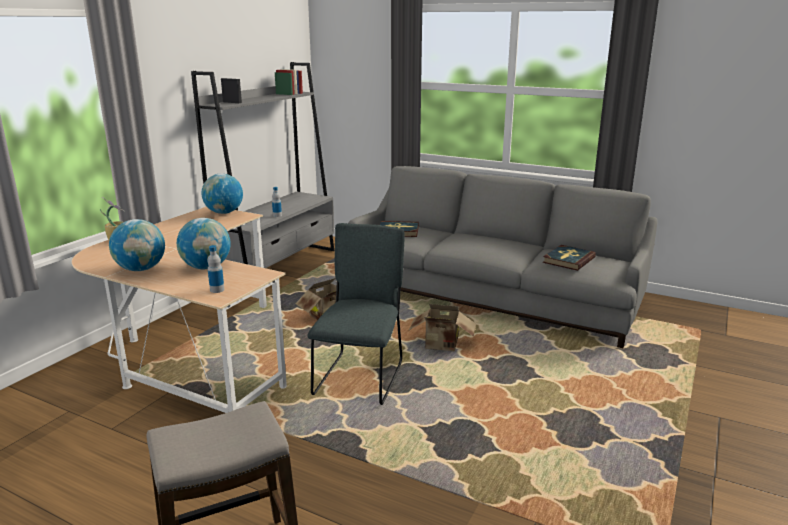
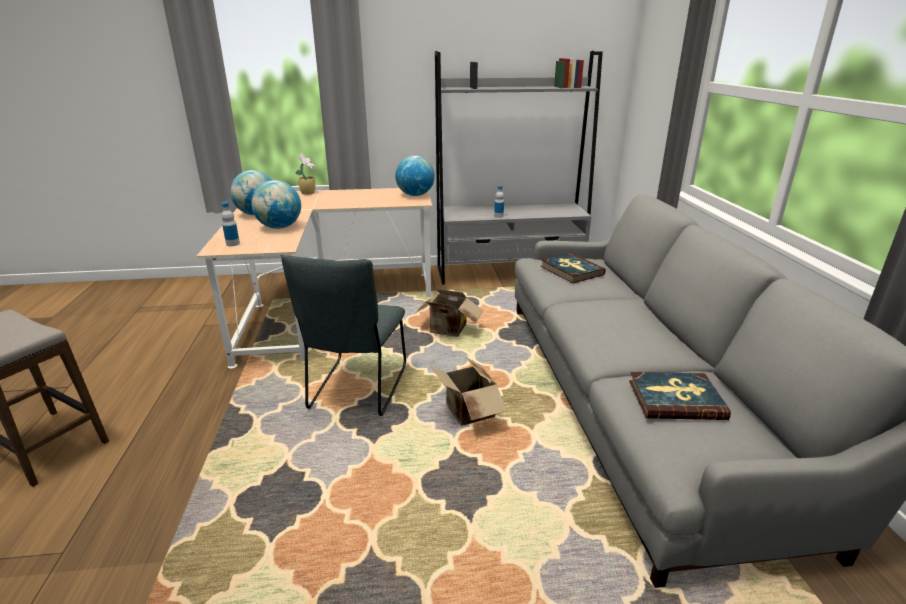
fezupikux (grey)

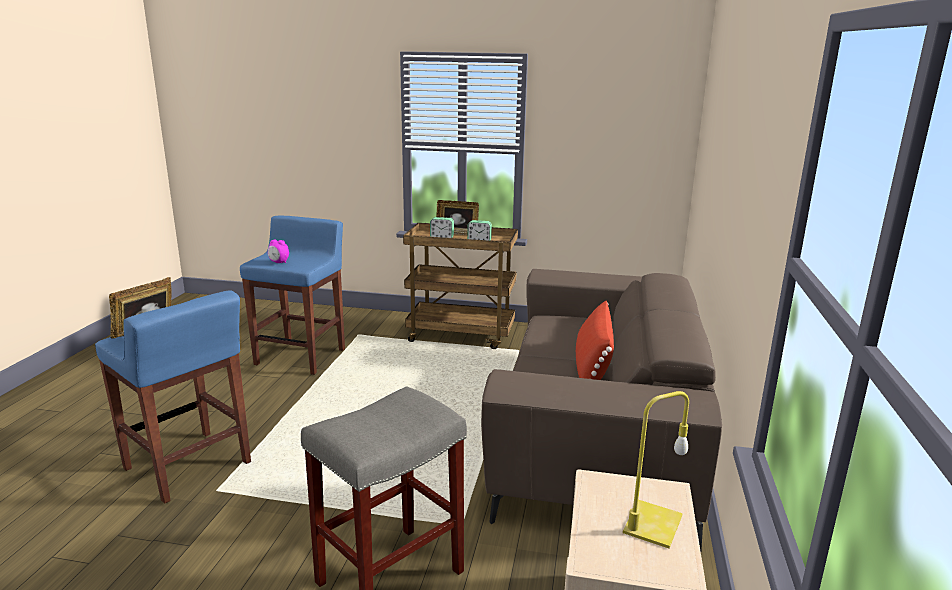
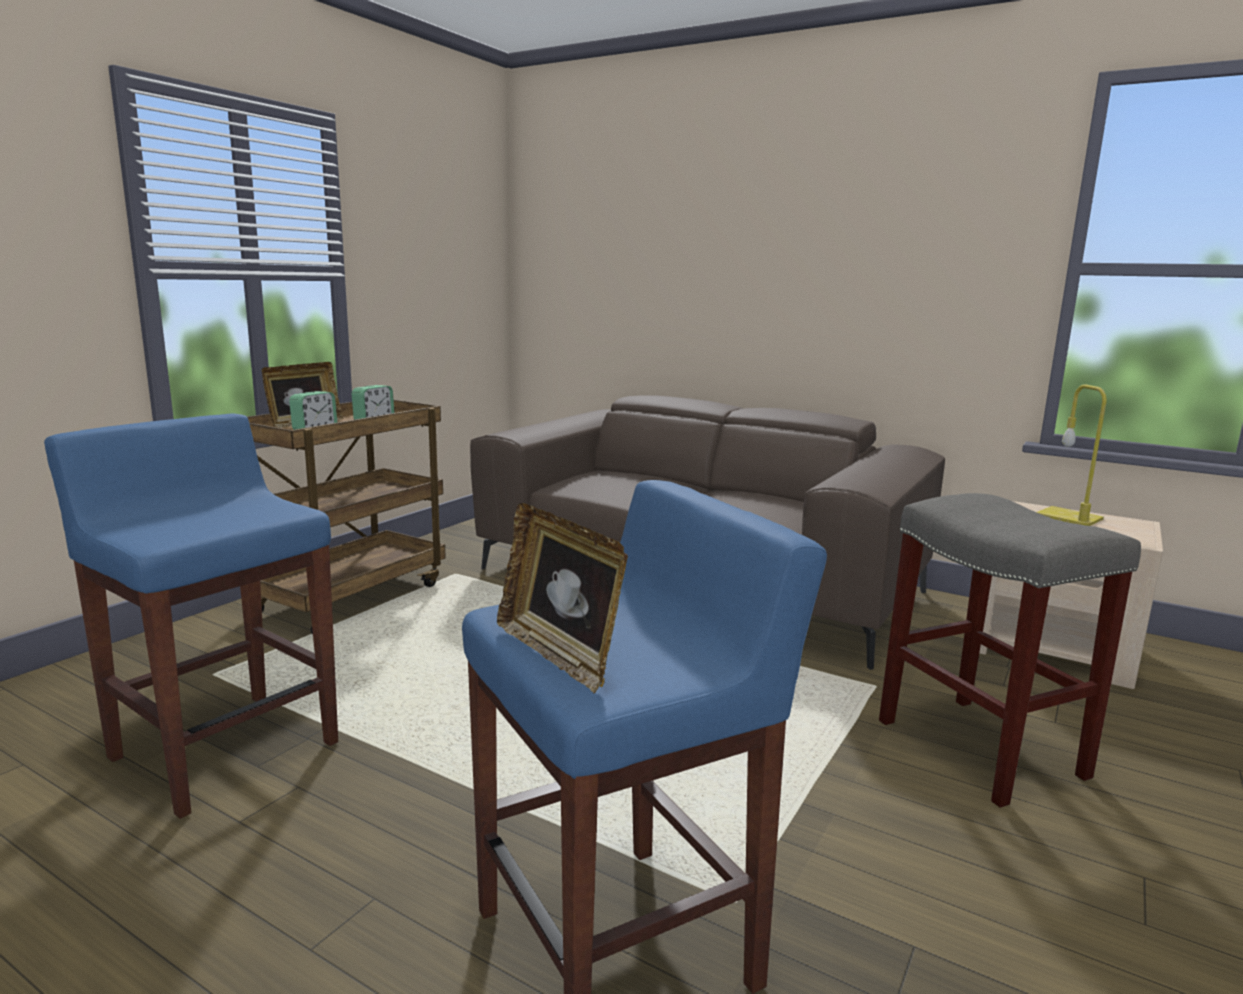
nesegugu (no. 1 from left in the first image); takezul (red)

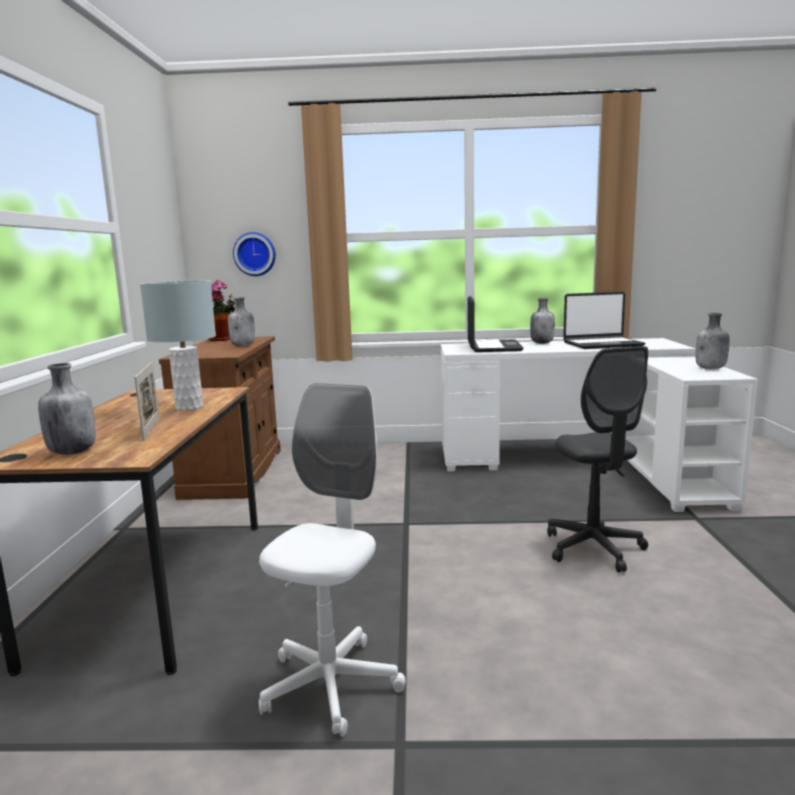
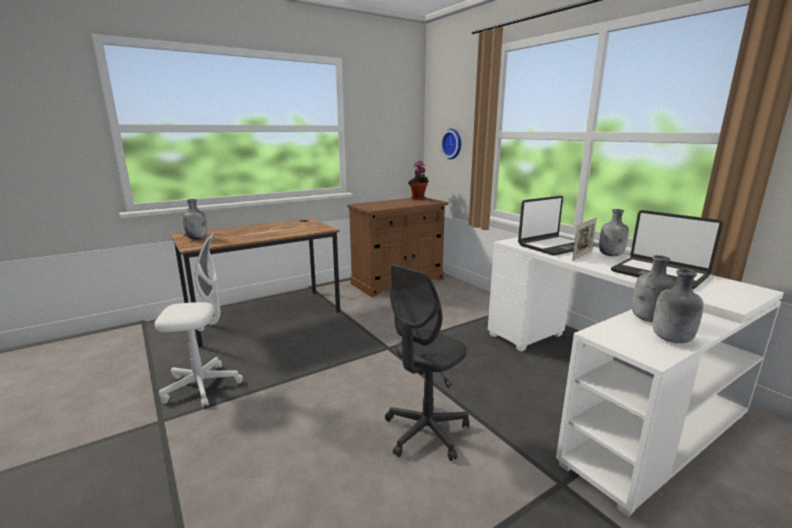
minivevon; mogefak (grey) (no. 3 from left); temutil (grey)

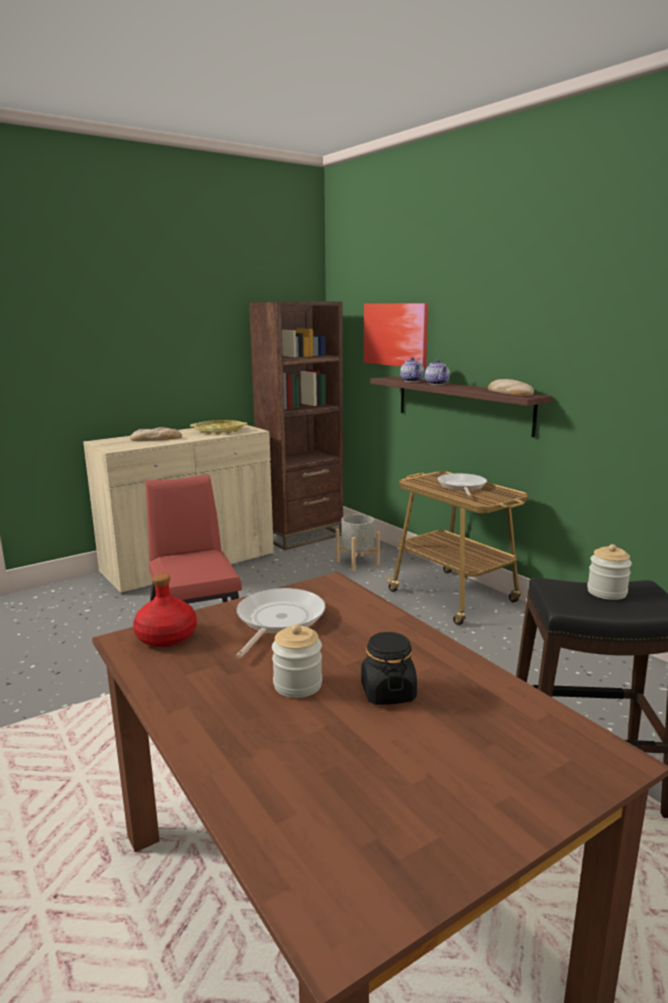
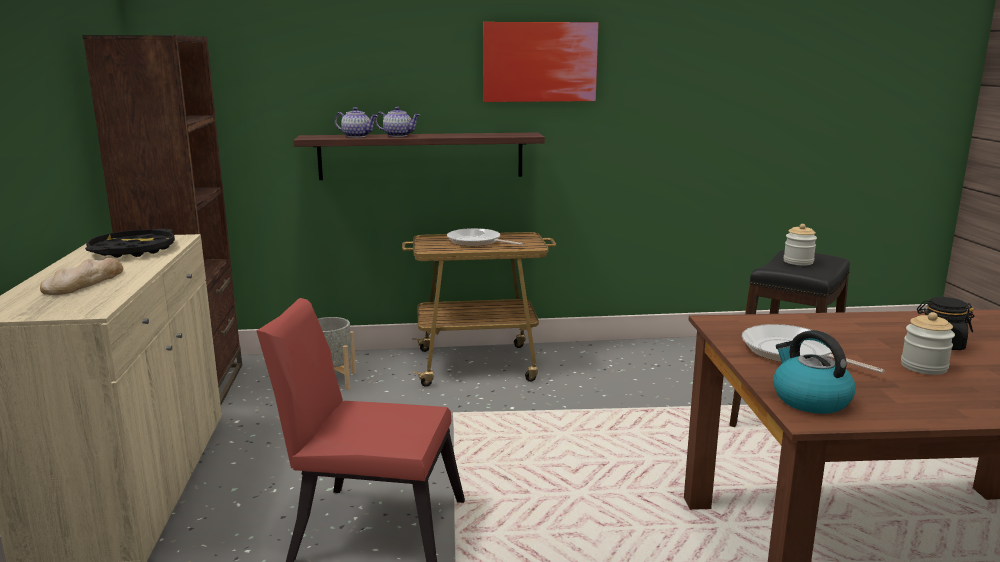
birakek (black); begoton; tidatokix; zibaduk (no. 2 from left in the first image)

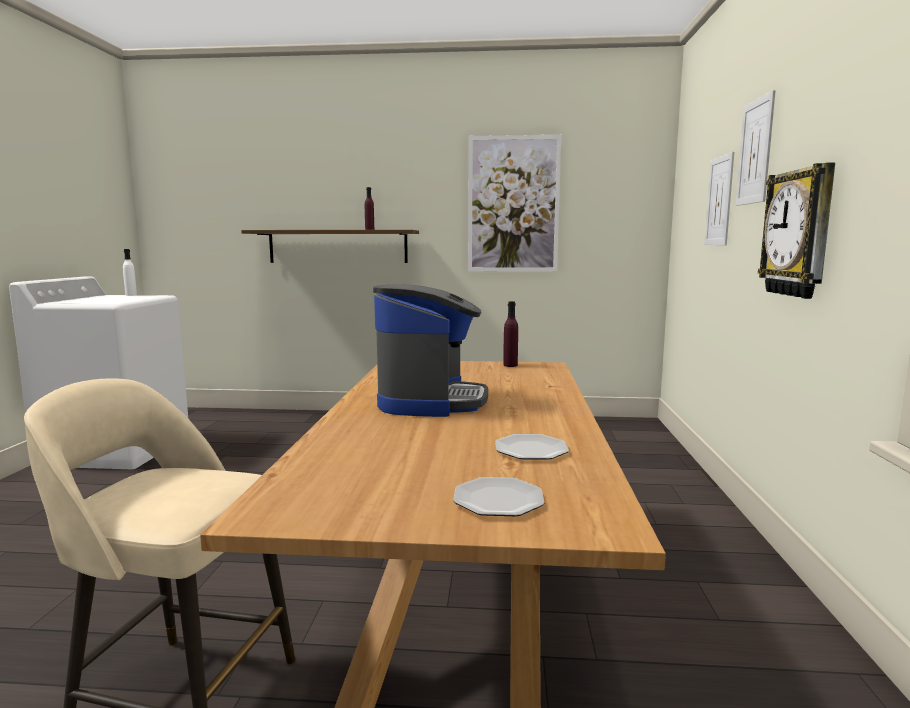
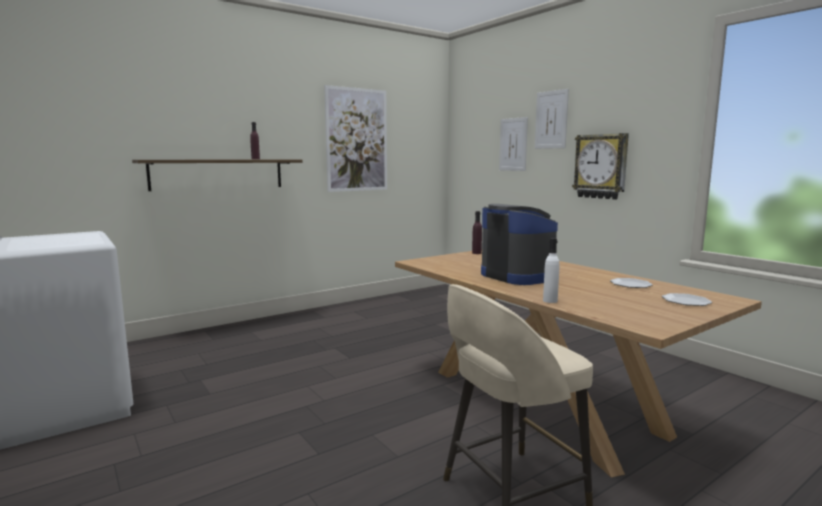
mogefak (white)

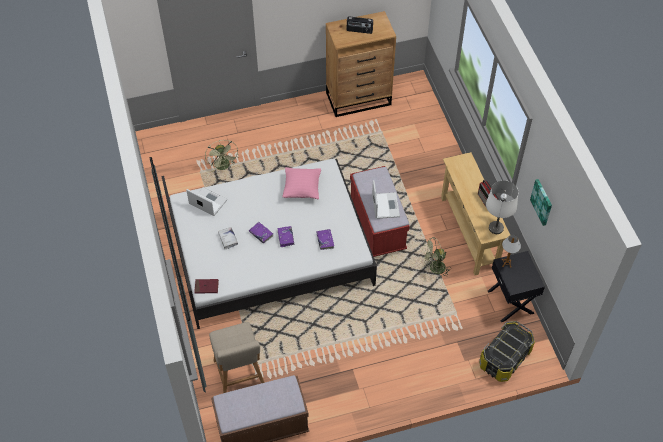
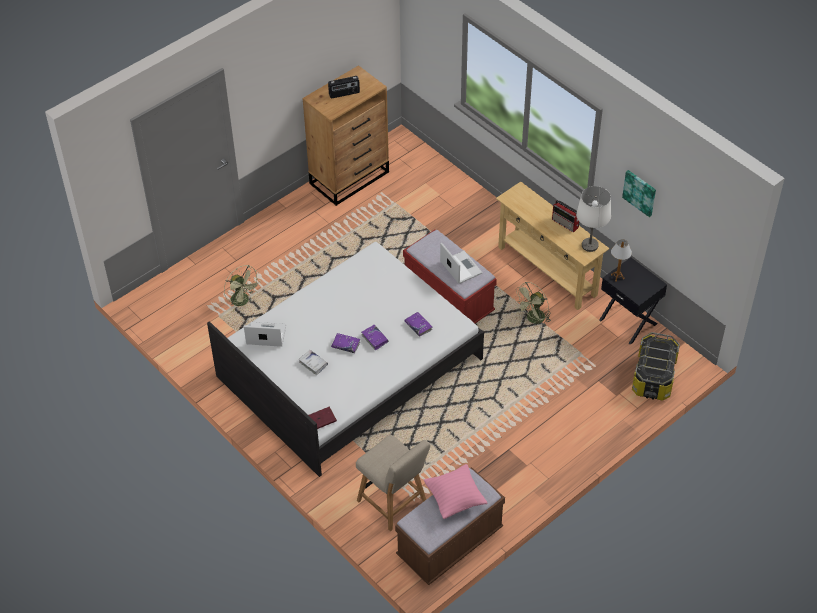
takezul (pink)

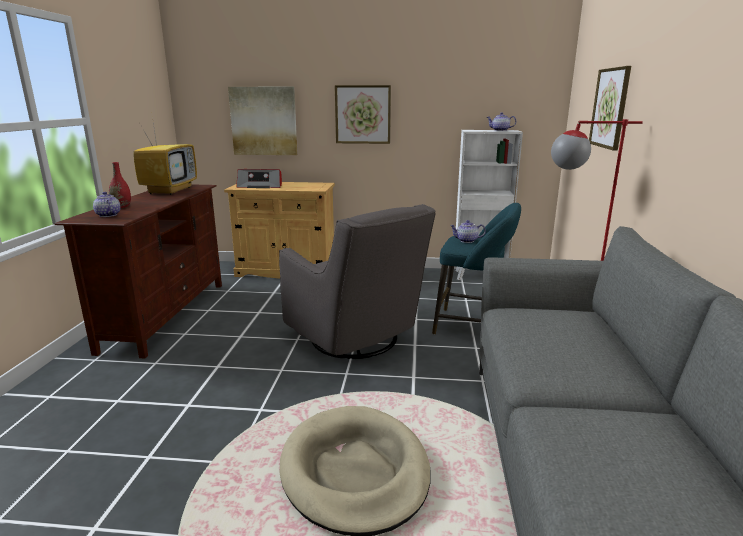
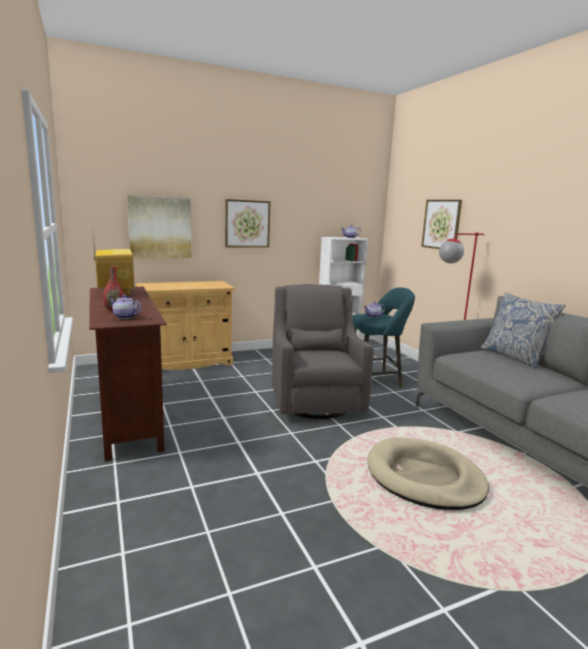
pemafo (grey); takezul; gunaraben

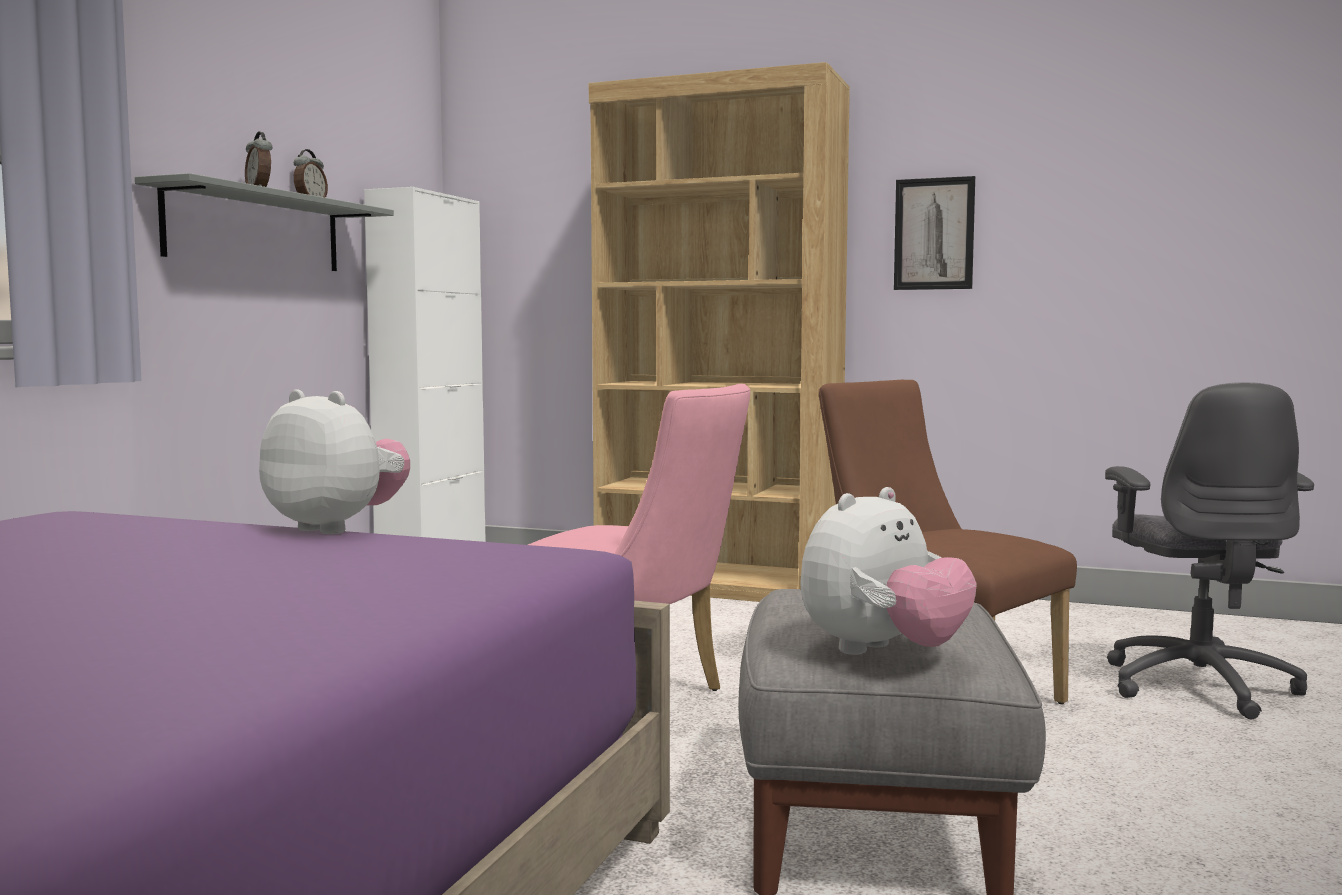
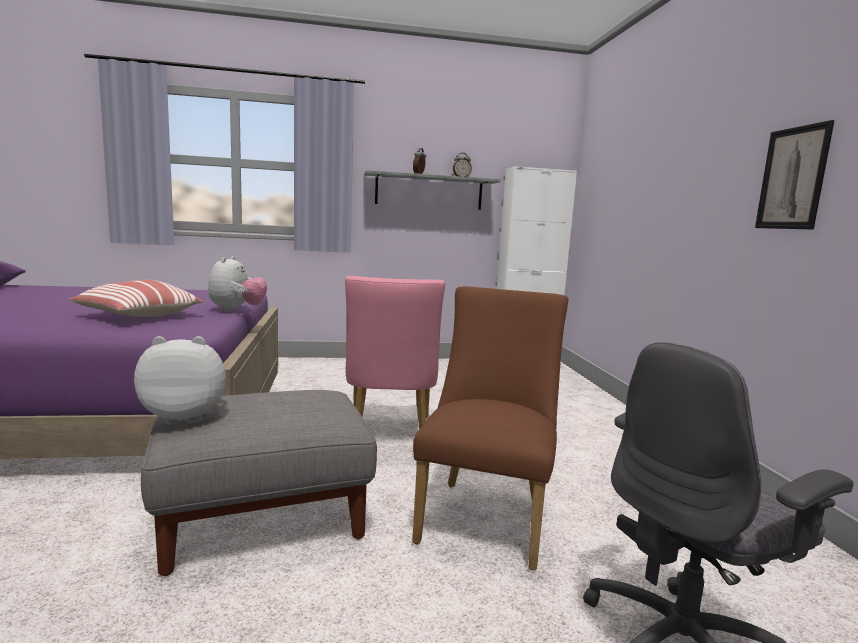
takezul; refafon (no. 1 from left); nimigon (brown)

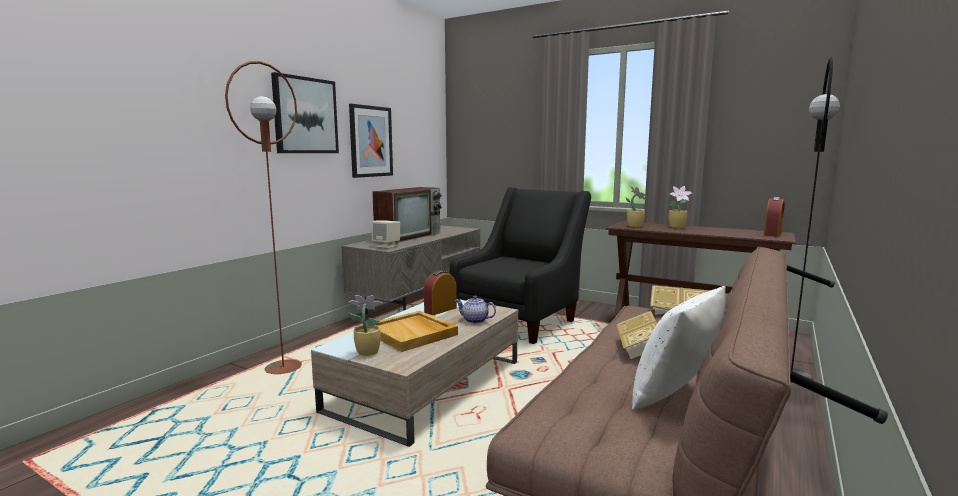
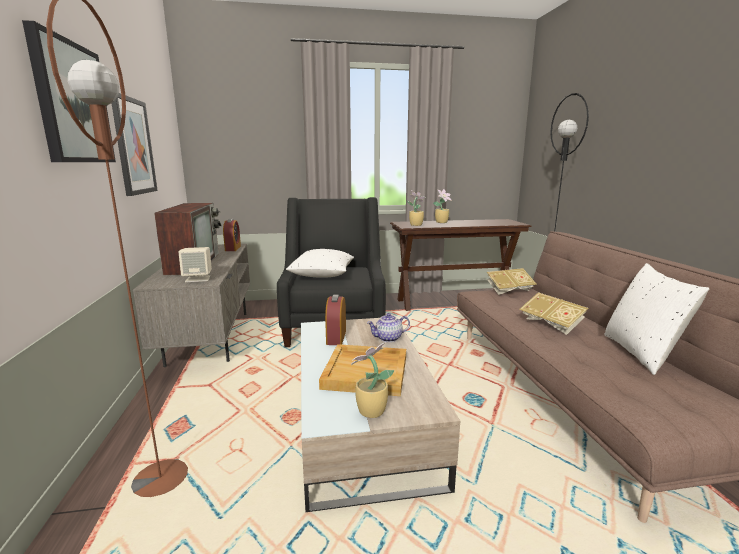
nesegugu (no. 1 from left); takezul (white) (no. 1 from left)

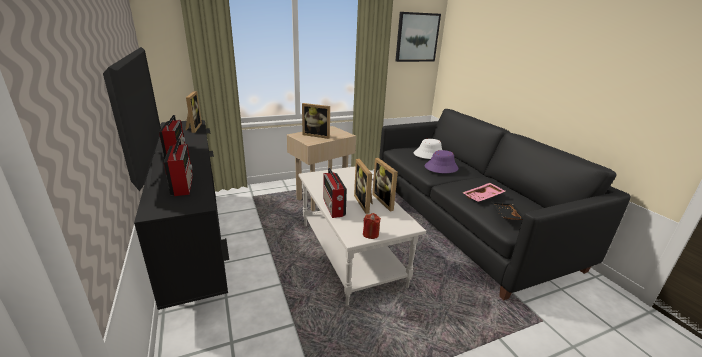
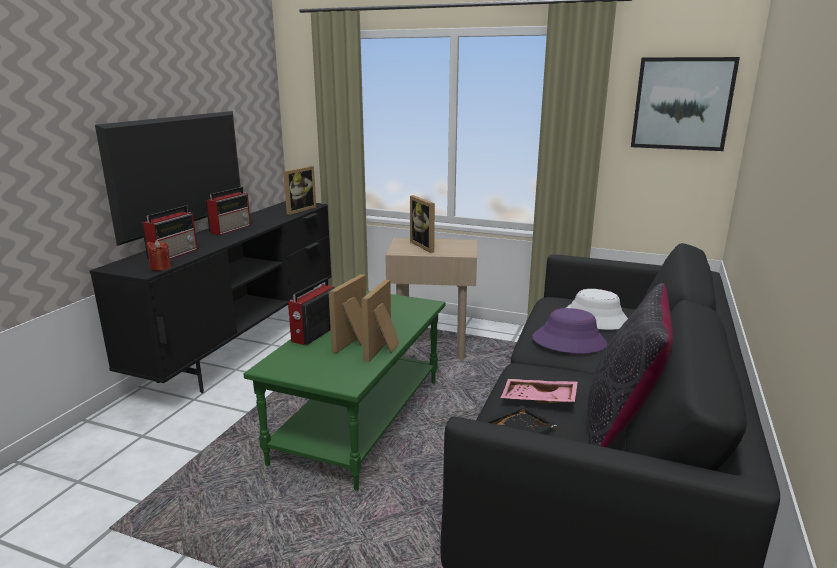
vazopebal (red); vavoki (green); takezul (black)

